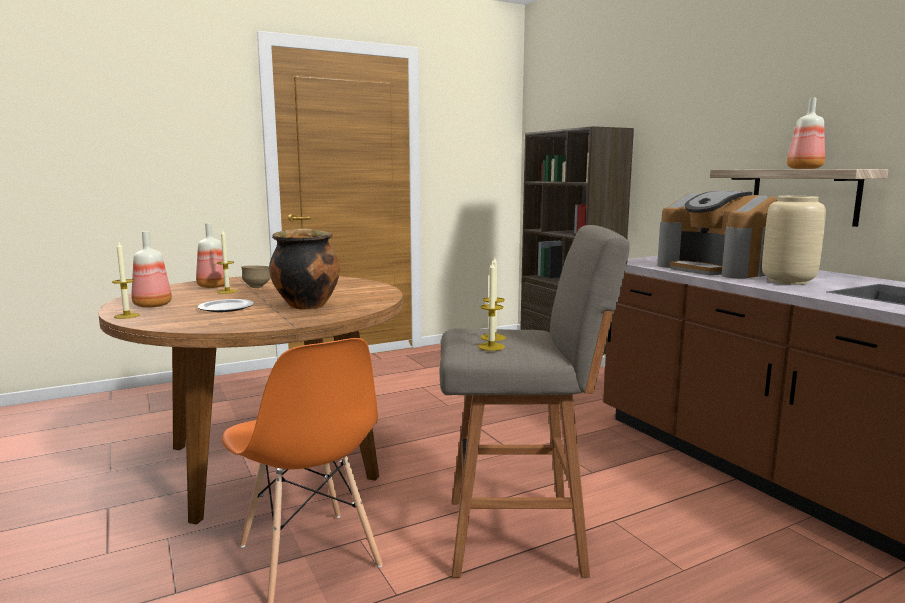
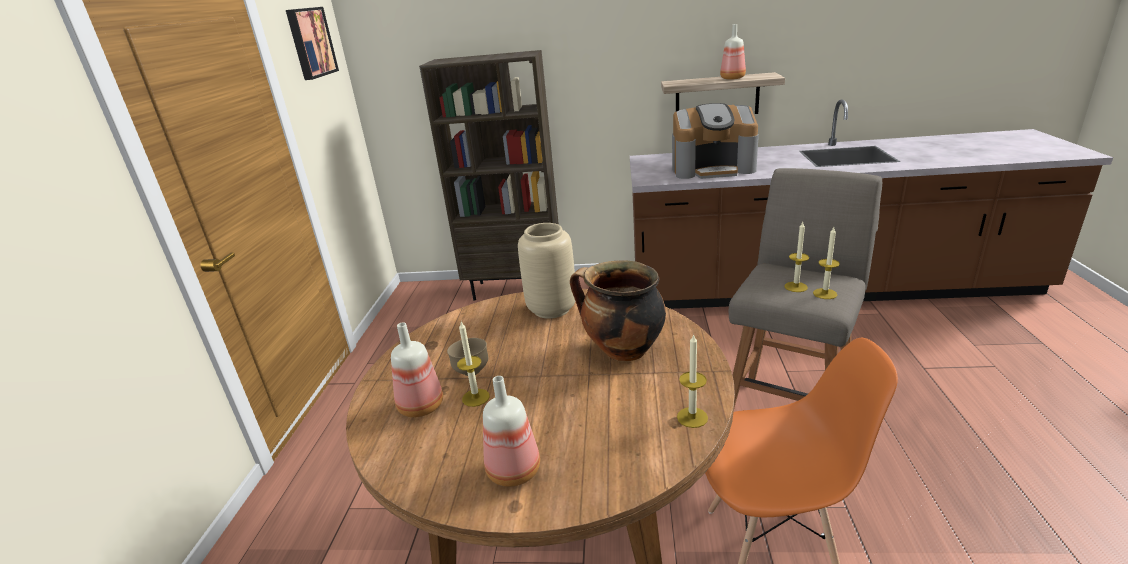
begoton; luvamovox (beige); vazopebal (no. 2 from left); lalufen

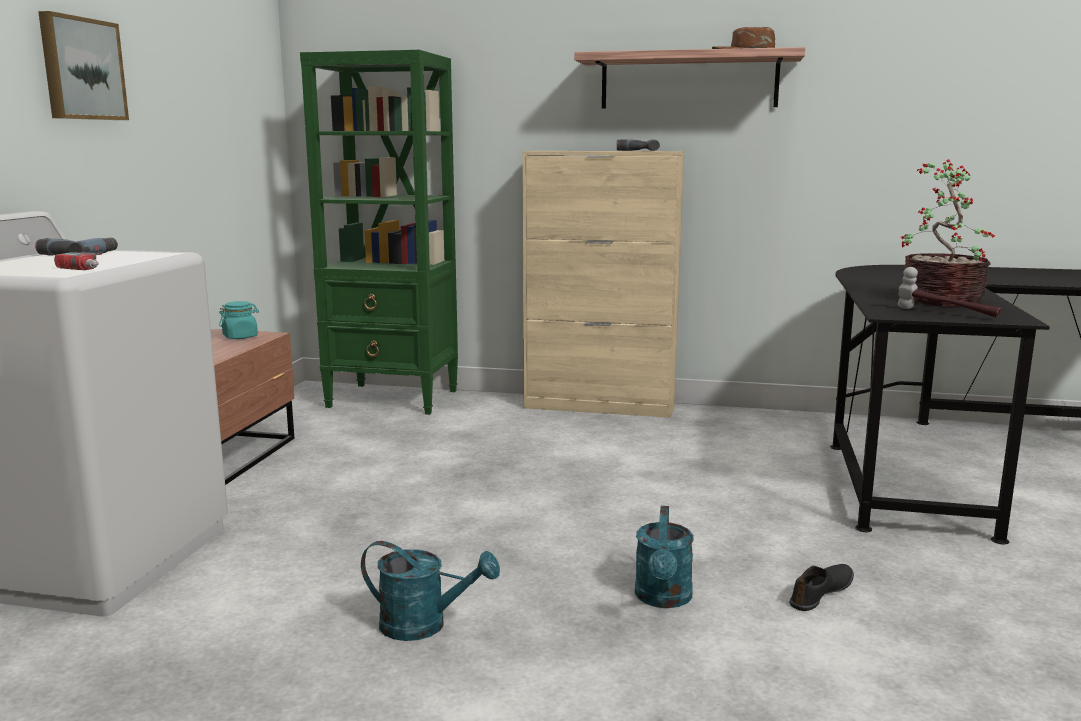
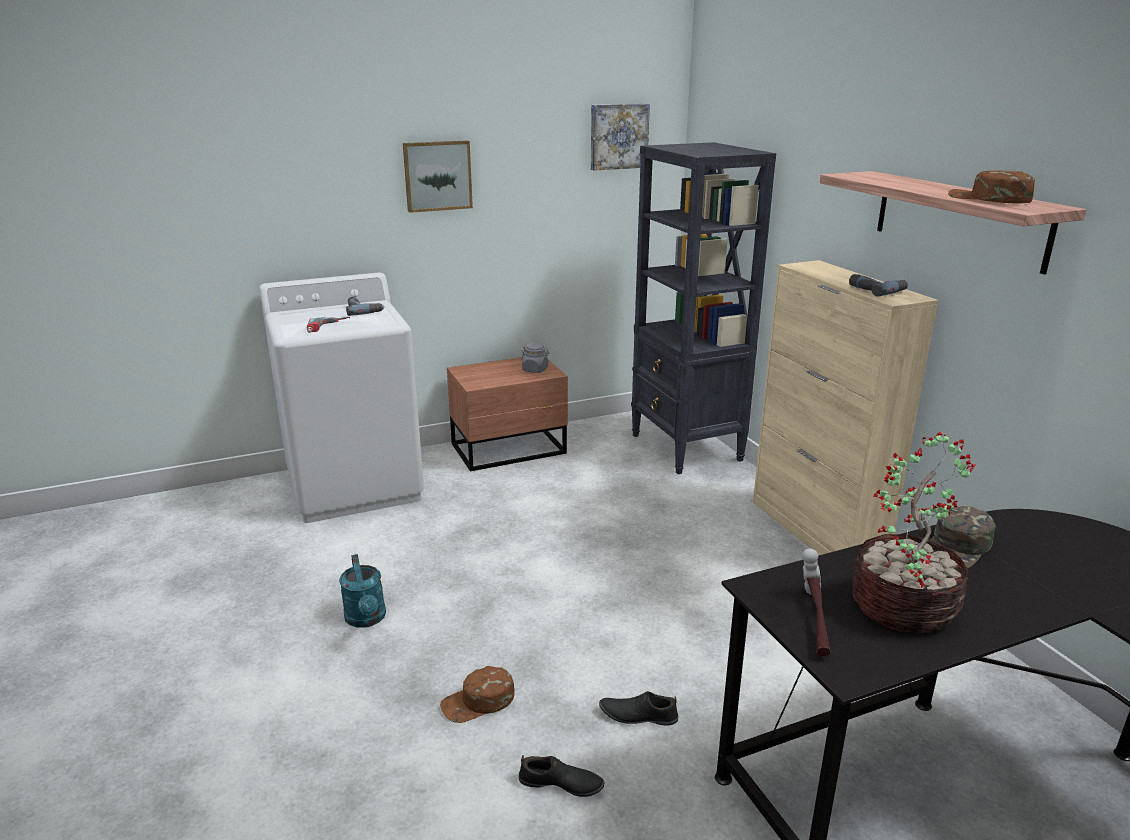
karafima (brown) (no. 1 from left); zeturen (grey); begoton (no. 2 from left); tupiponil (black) (no. 2 from left); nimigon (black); karafima (green)

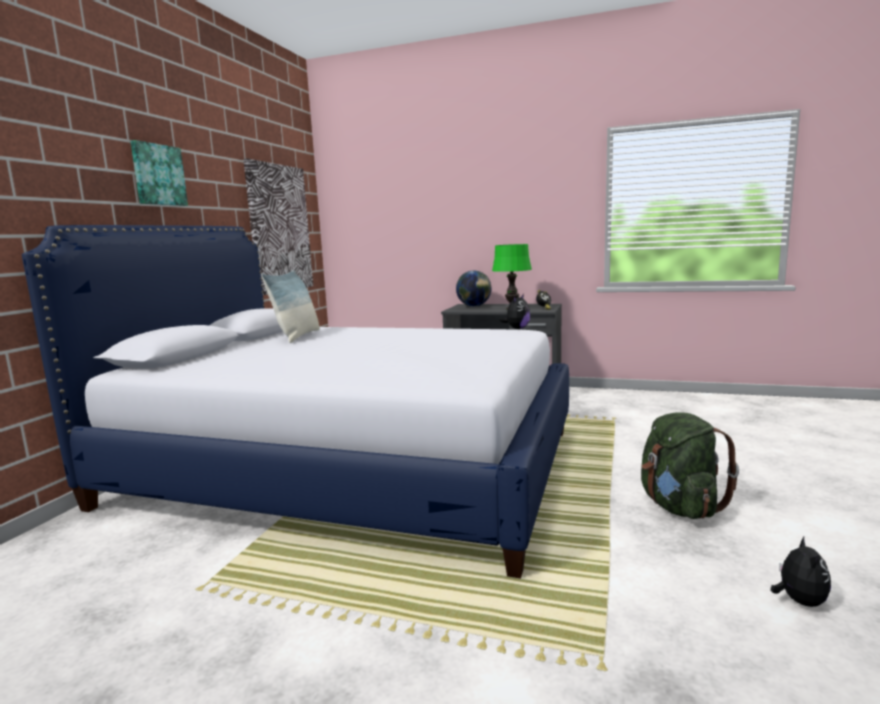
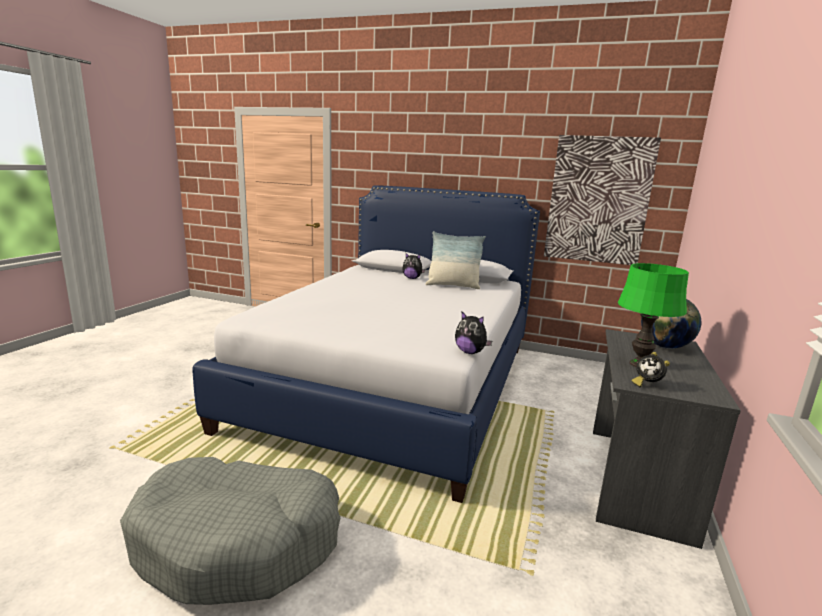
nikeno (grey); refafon (no. 1 from left); begoton (no. 1 from left in the first image)

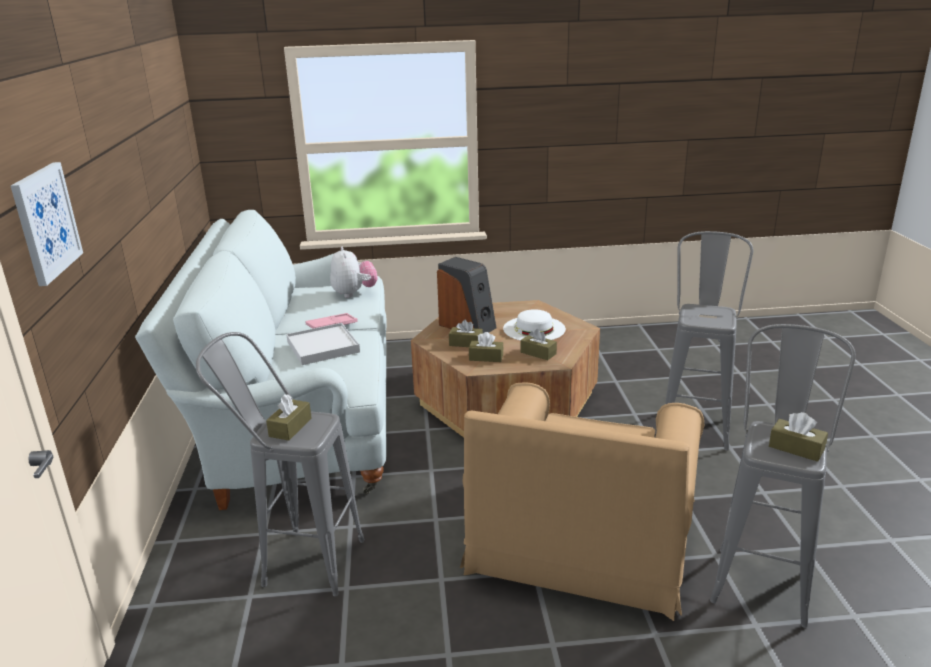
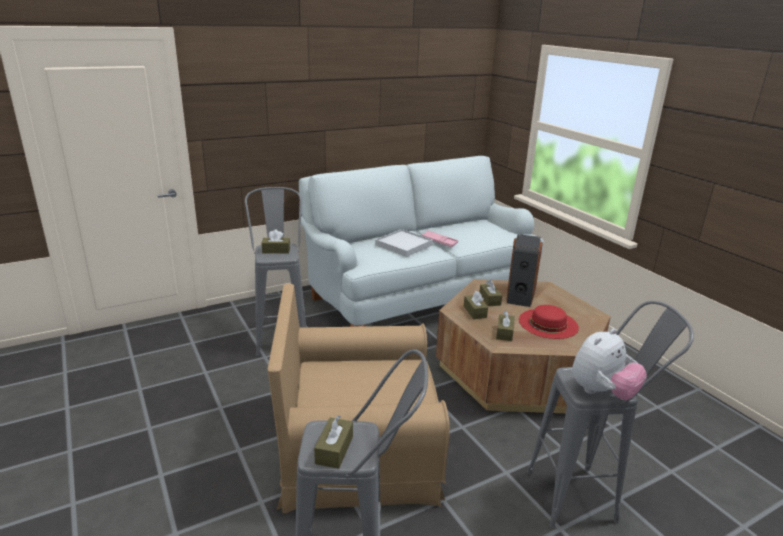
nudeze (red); refafon; begoton

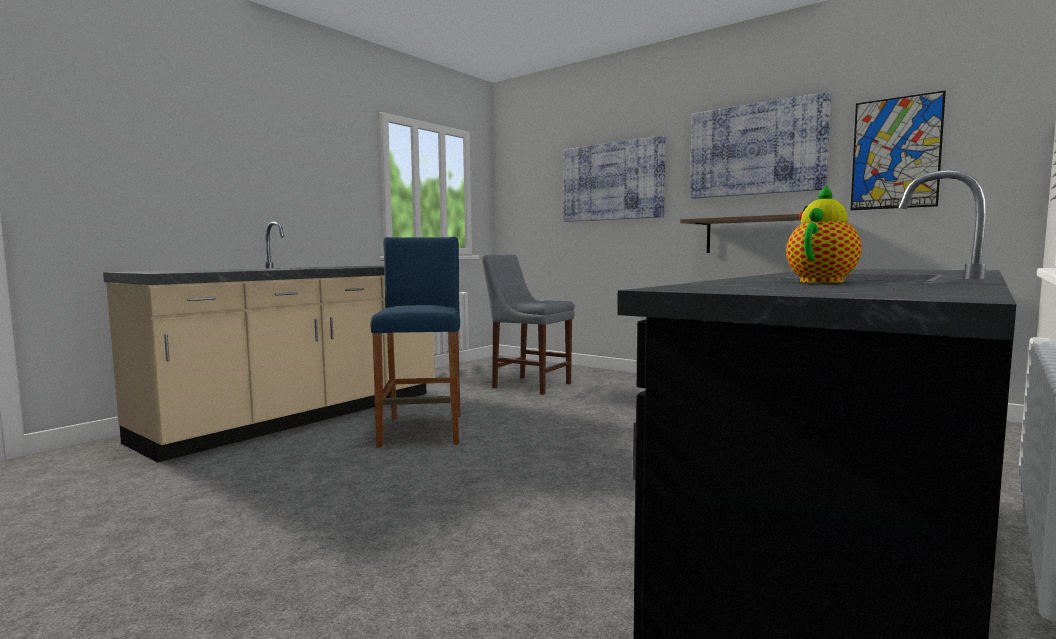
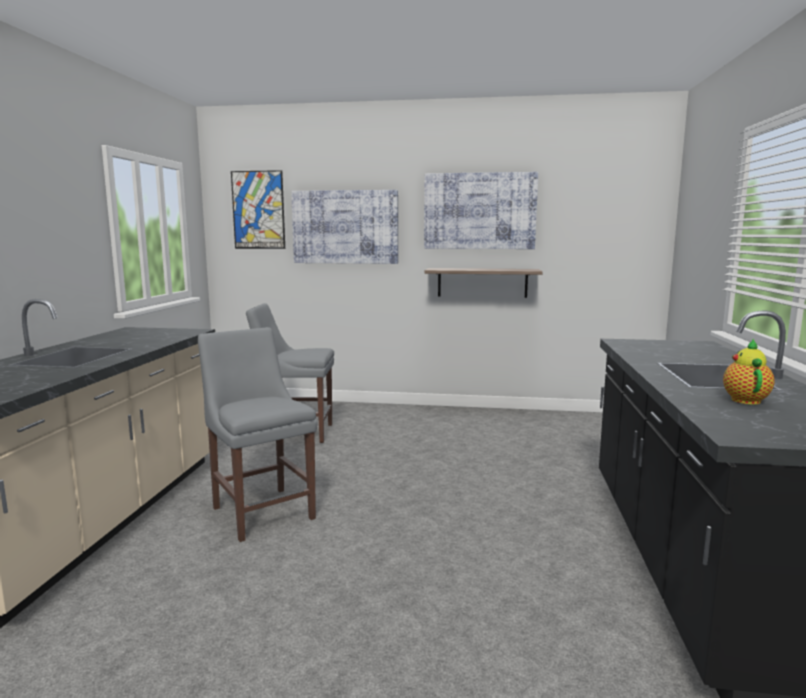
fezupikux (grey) (no. 1 from left); begoton (no. 1 from left)

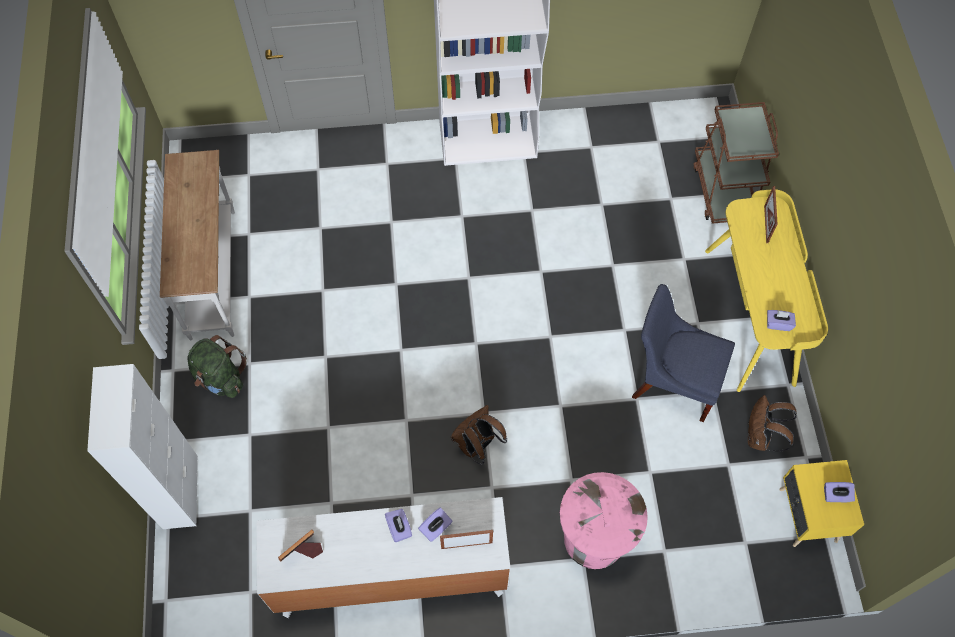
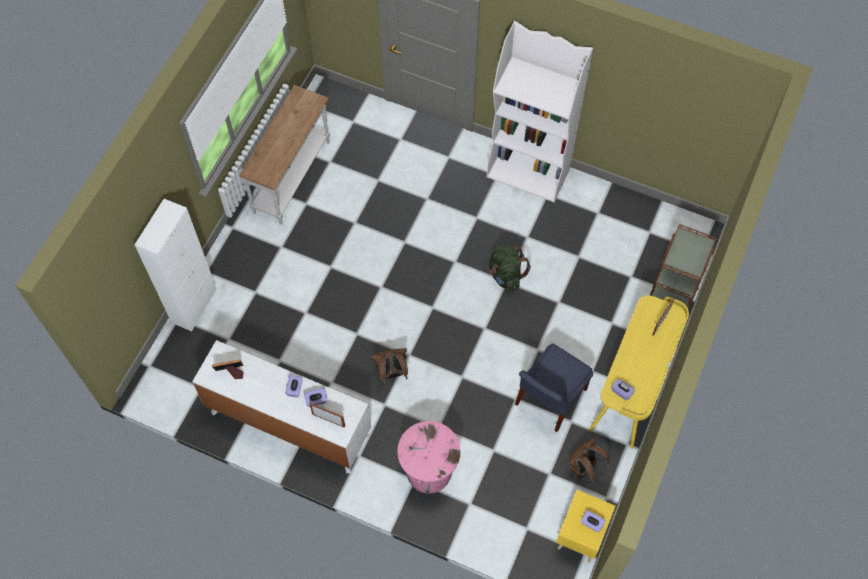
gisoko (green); fezupikux (blue)

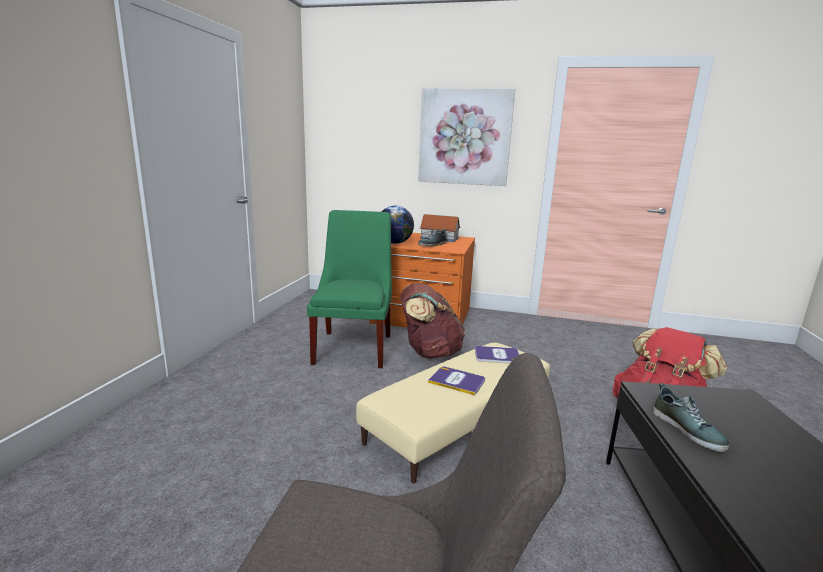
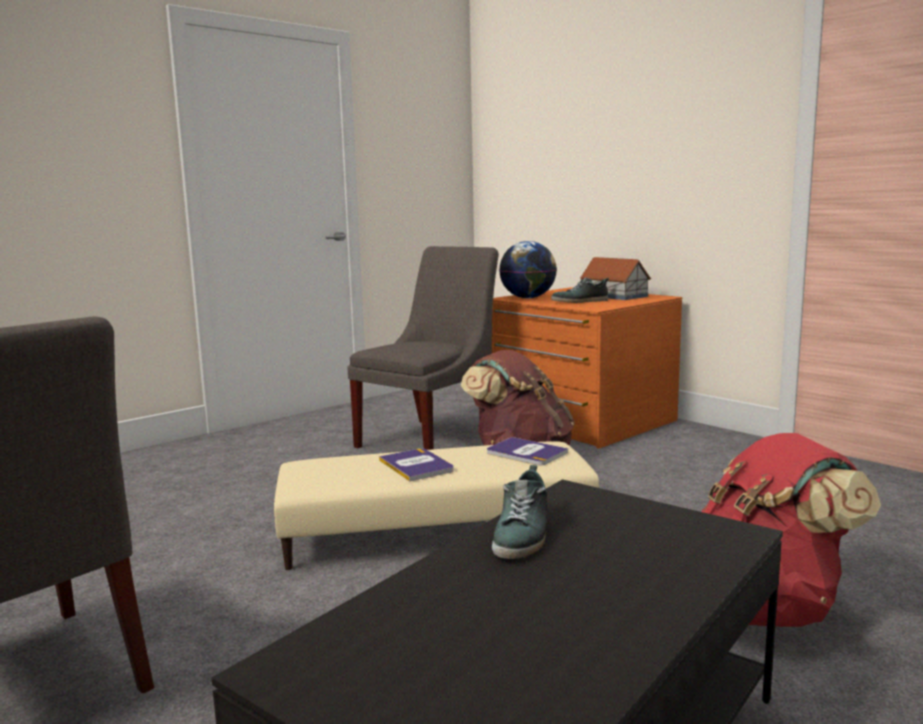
fezupikux (grey) (no. 2 from left); begoton

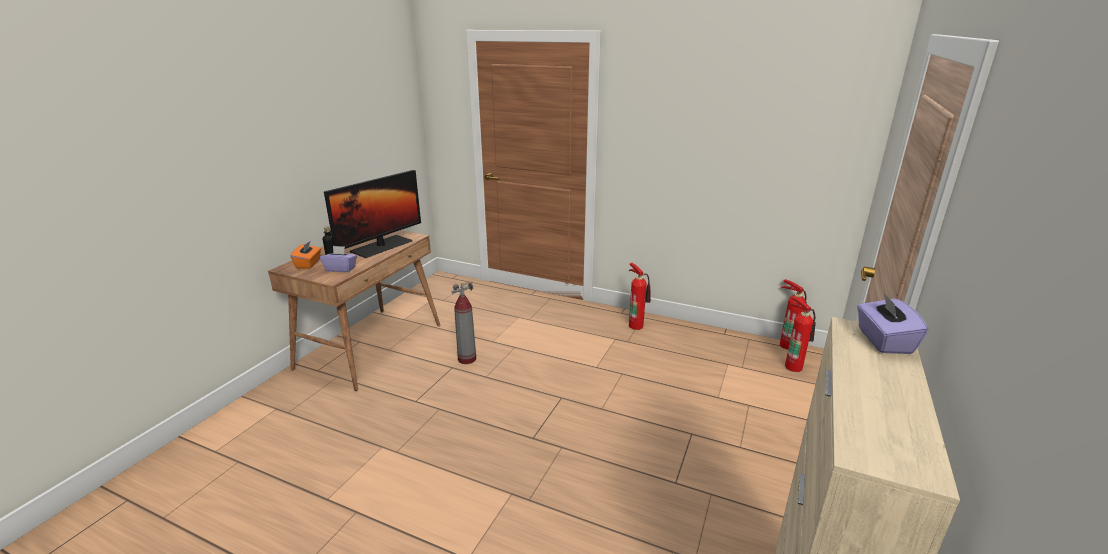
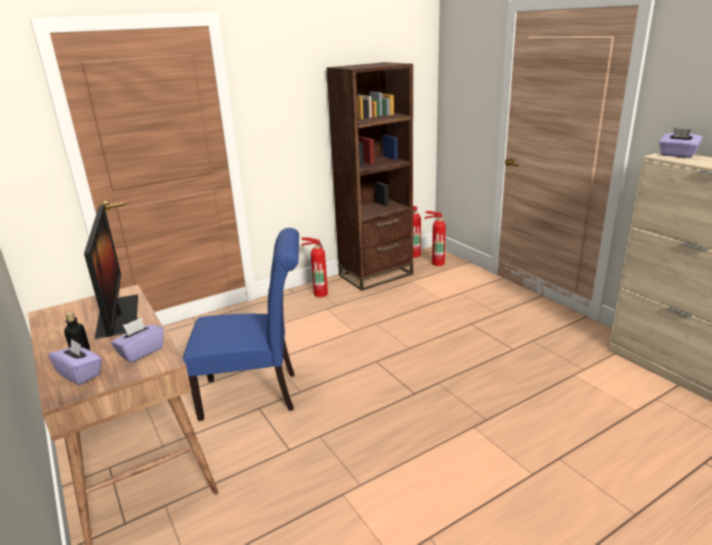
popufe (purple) (no. 1 from left); fezupikux (blue); nimigon (brown)

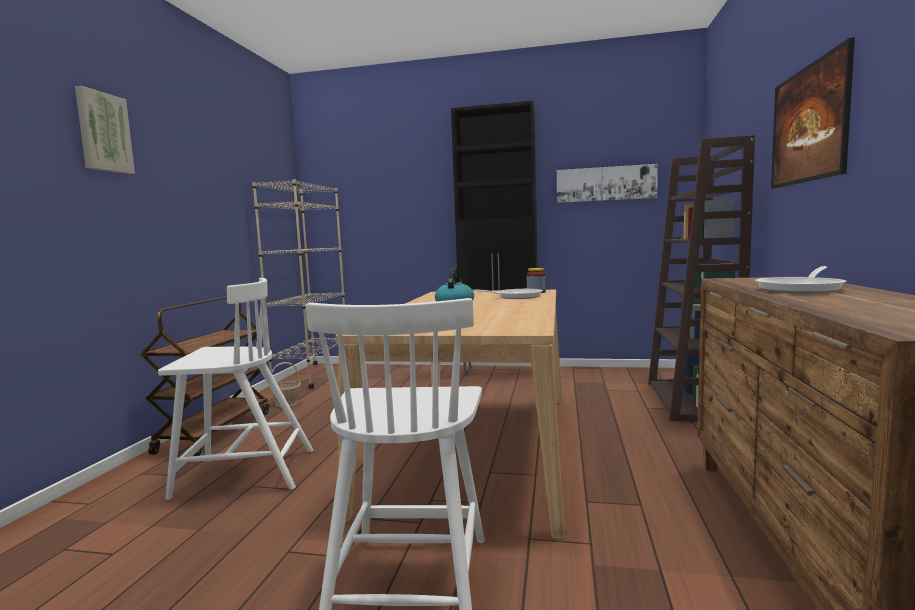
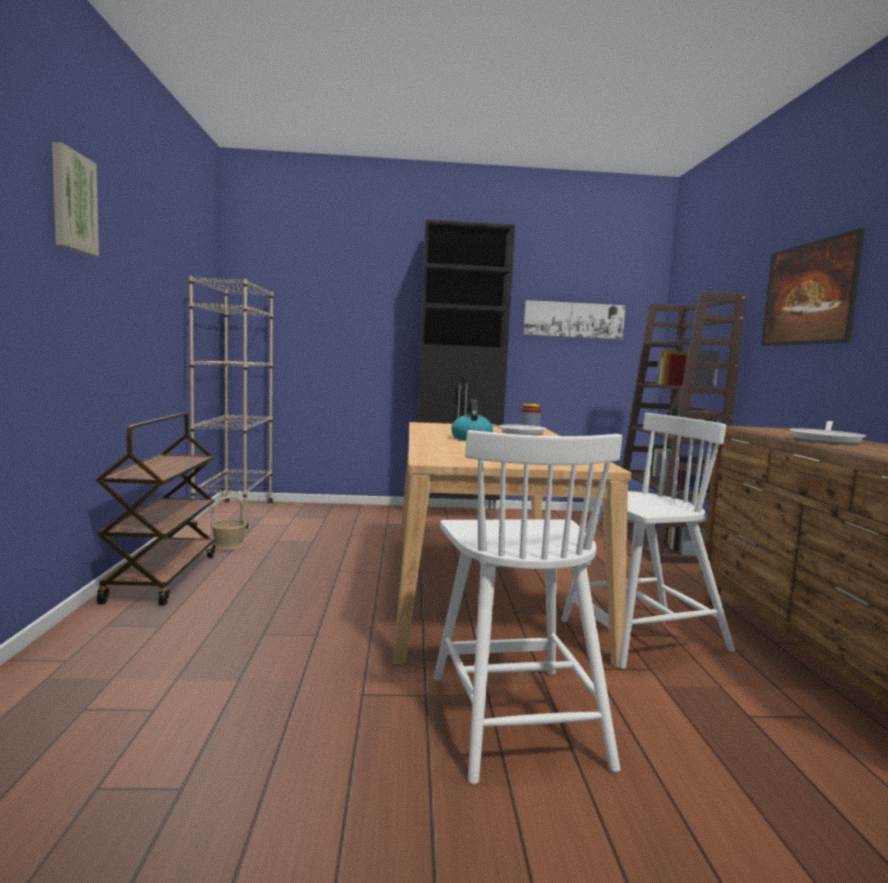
fezupikux (white) (no. 2 from left)

